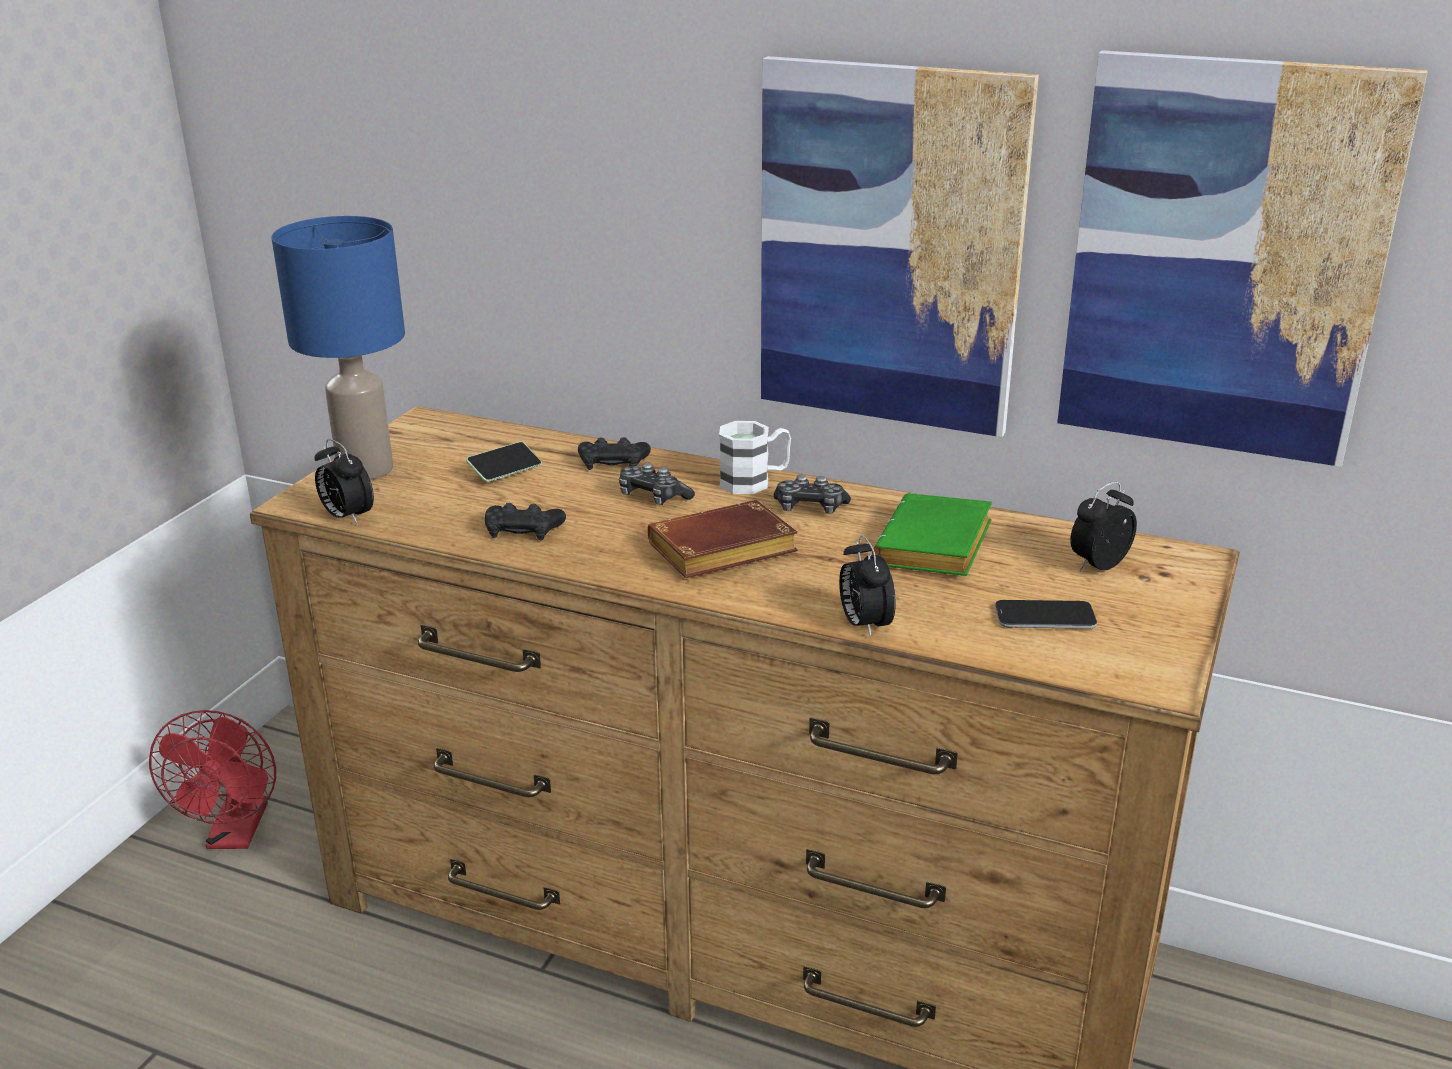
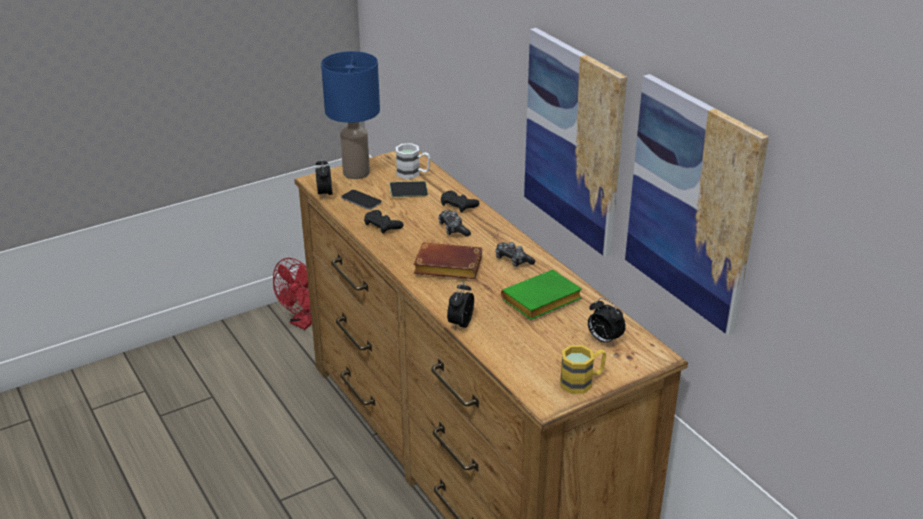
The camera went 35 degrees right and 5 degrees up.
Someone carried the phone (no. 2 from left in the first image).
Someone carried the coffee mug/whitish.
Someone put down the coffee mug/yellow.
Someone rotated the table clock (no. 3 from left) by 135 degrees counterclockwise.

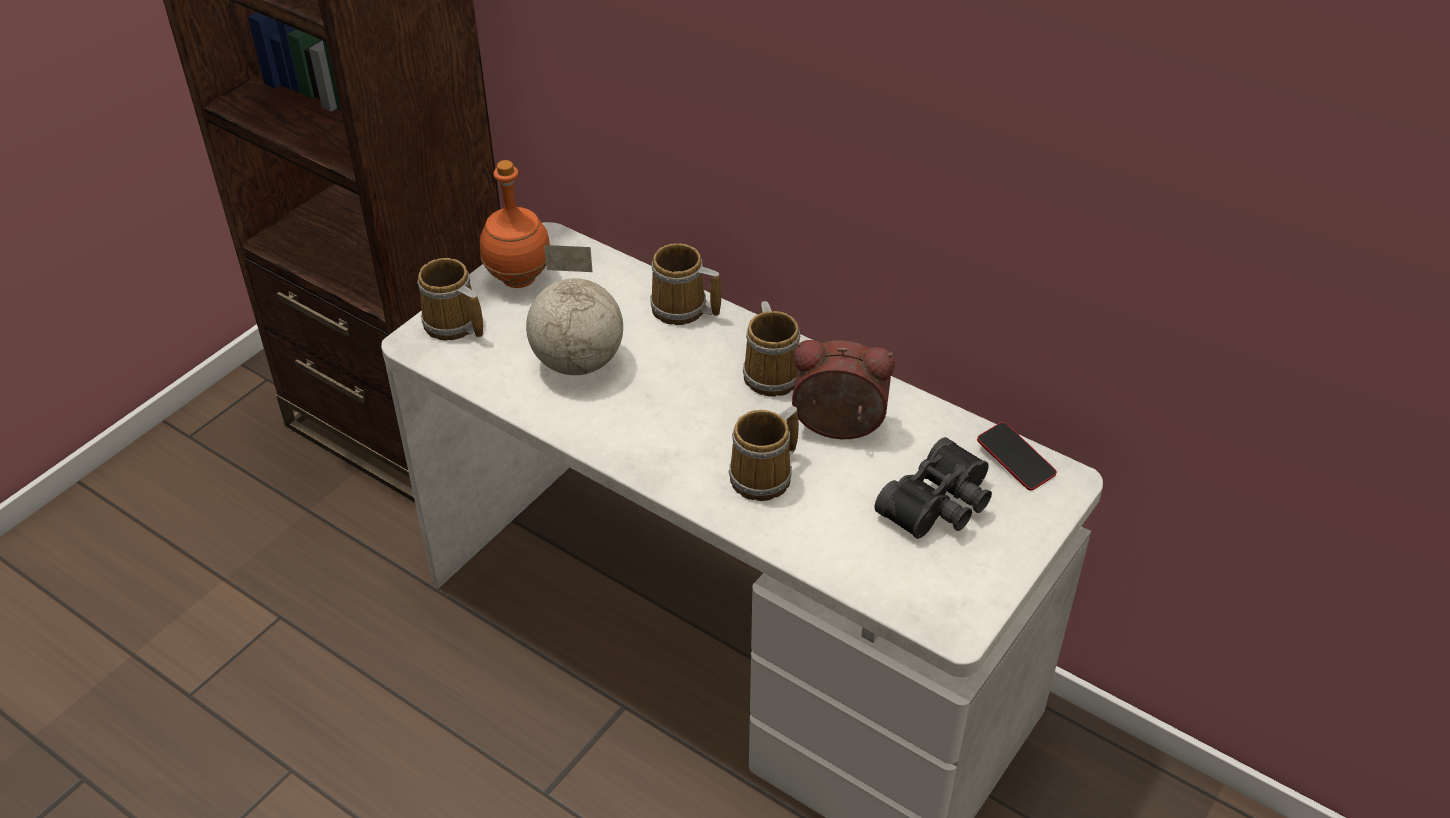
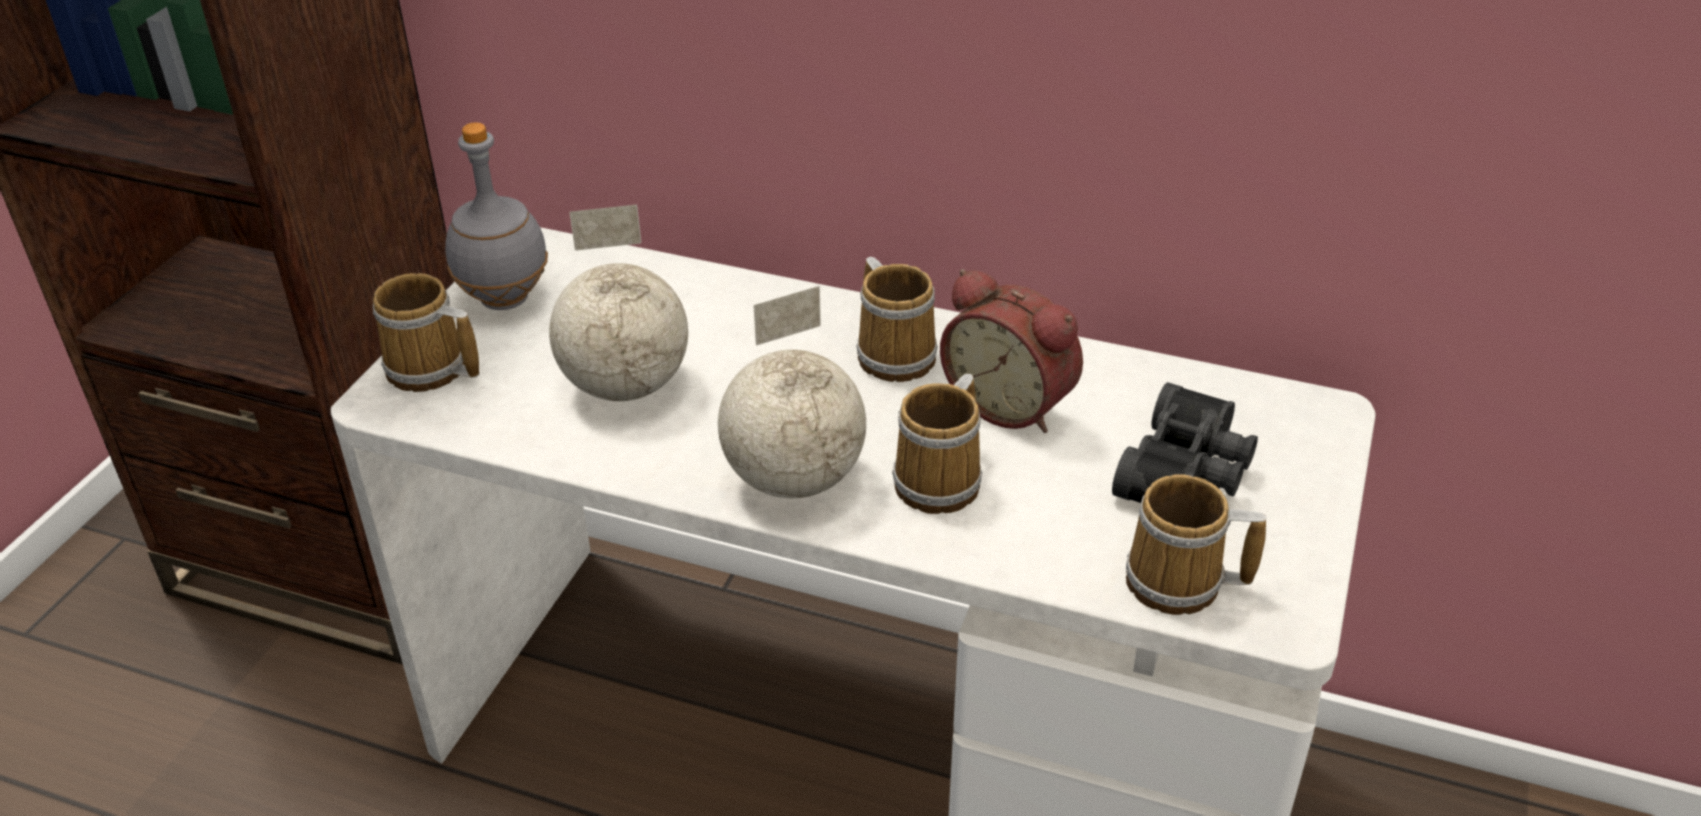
The camera went 15 degrees left and 5 degrees down.
Someone repainted the bottle/orangey, which became the bottle/grey.
Someone put down the desk globe (no. 2 from left).
Someone rotated the table clock by 135 degrees counterclockwise.
Someone carried the coffee mug (no. 2 from left in the first image).
Someone took away the phone.

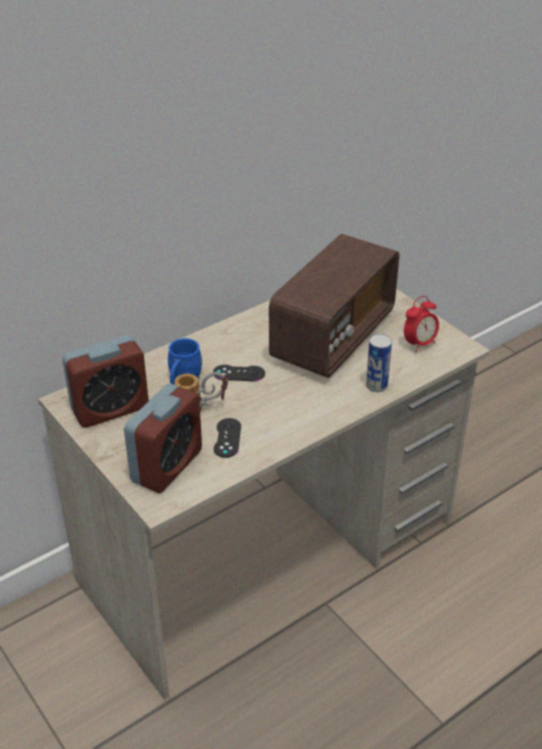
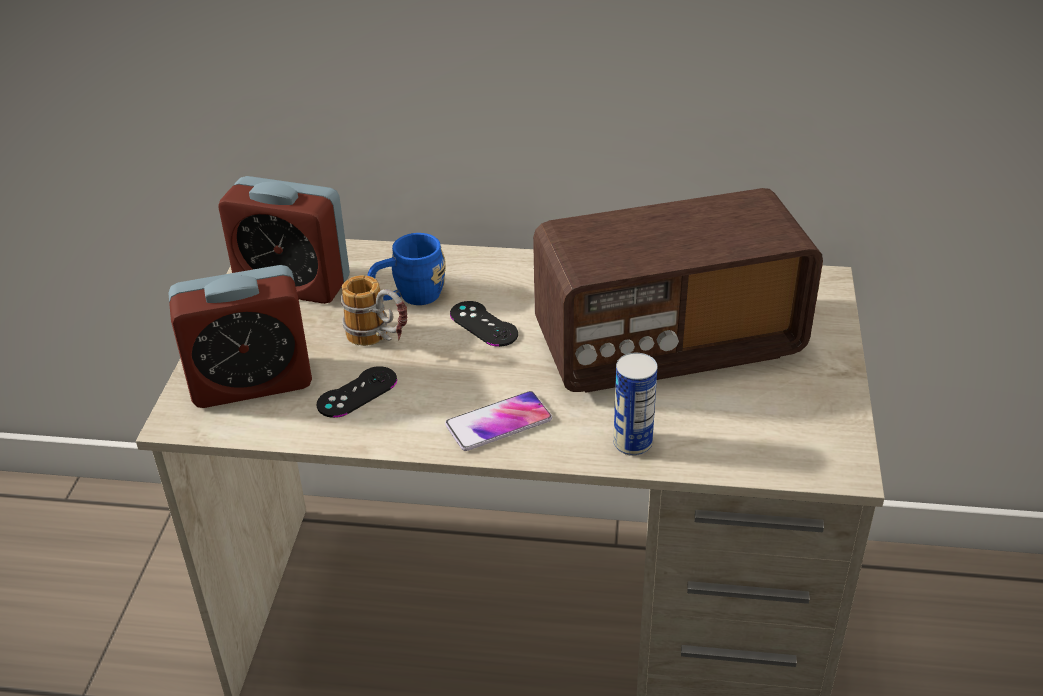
The camera went 45 degrees right and 0 degrees up.
Someone put down the phone.
Someone took away the table clock (no. 3 from left).

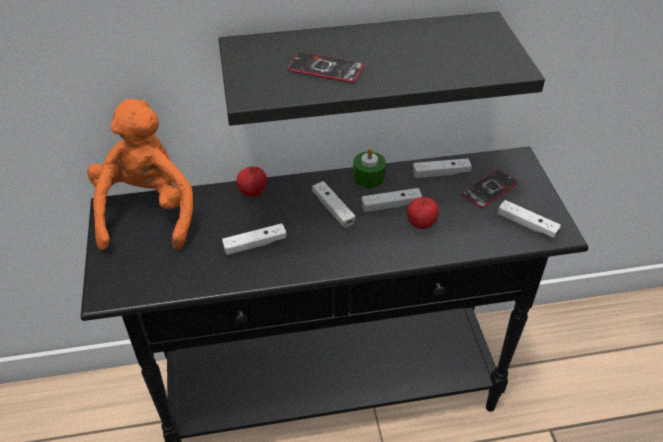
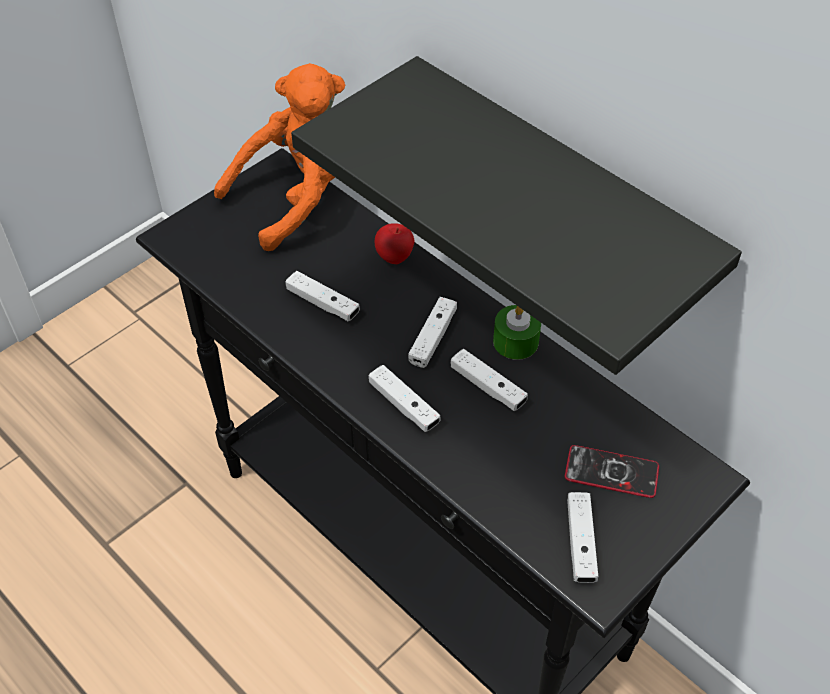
The camera went 55 degrees right and 5 degrees up.
Someone carried the game controller/whitish (no. 4 from left in the first image).
Someone took away the phone (no. 1 from left).
Someone took away the apple fruit (no. 2 from left).

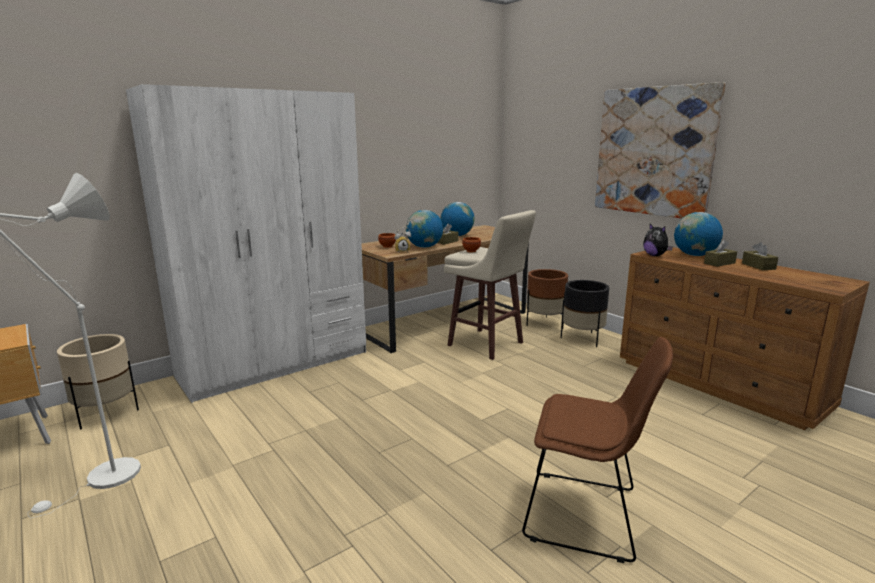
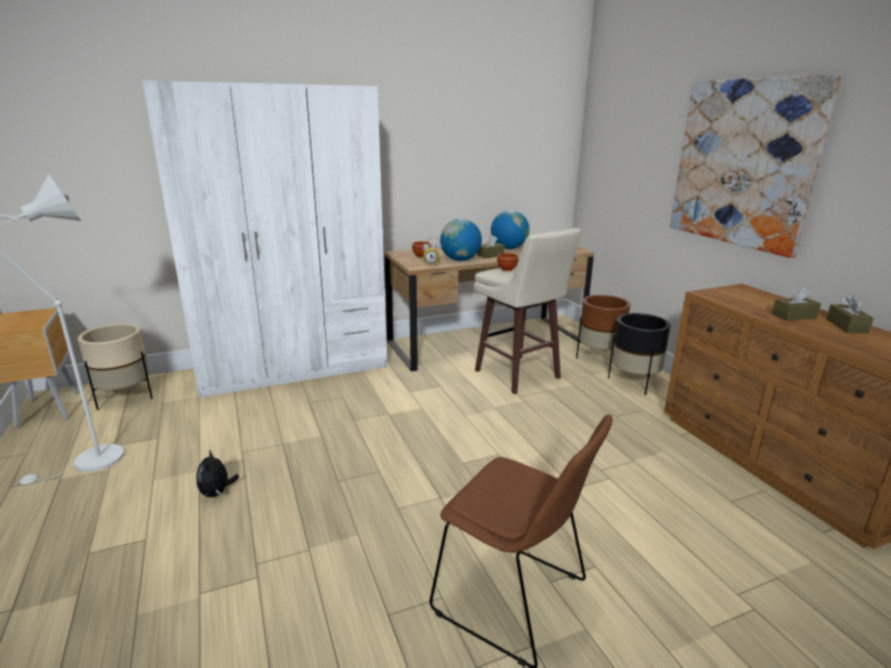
The camera went 15 degrees right and 5 degrees up.
Someone carried the cuddly toy.
Someone took away the desk globe (no. 3 from left).

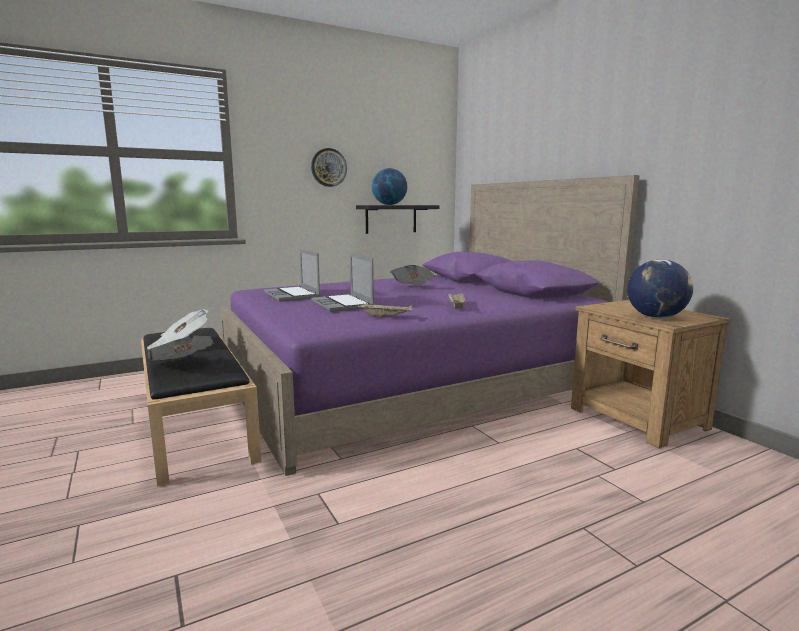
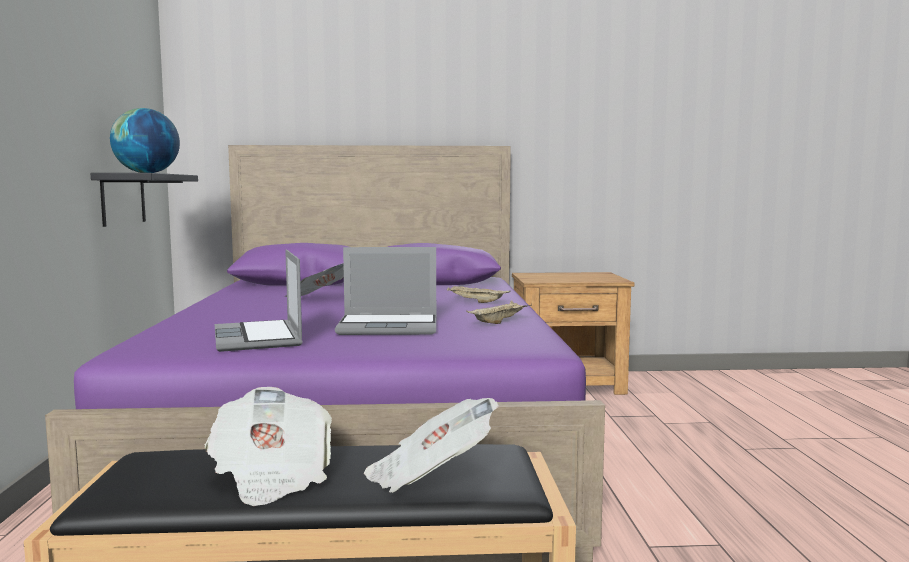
The camera went 65 degrees left and 5 degrees down.
Someone rotated the laptop (no. 1 from left) by 75 degrees clockwise.
Someone took away the wall clock.
Someone took away the desk globe (no. 2 from left).

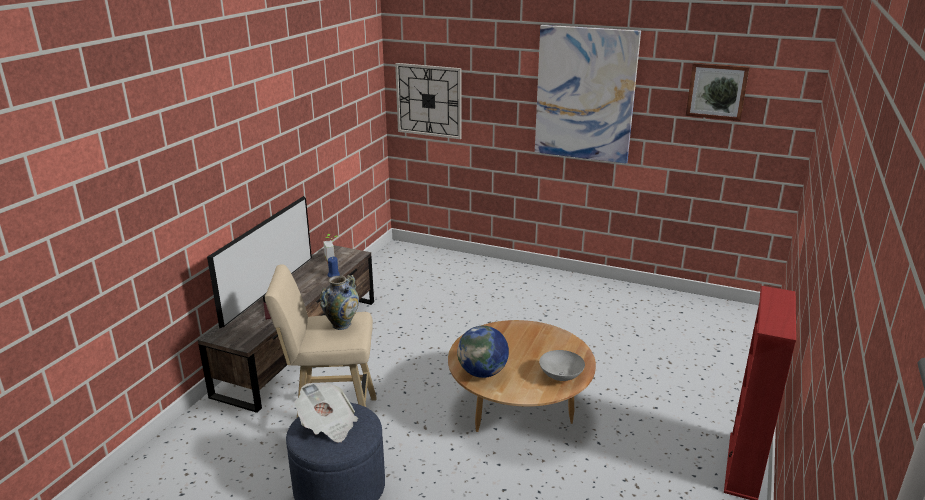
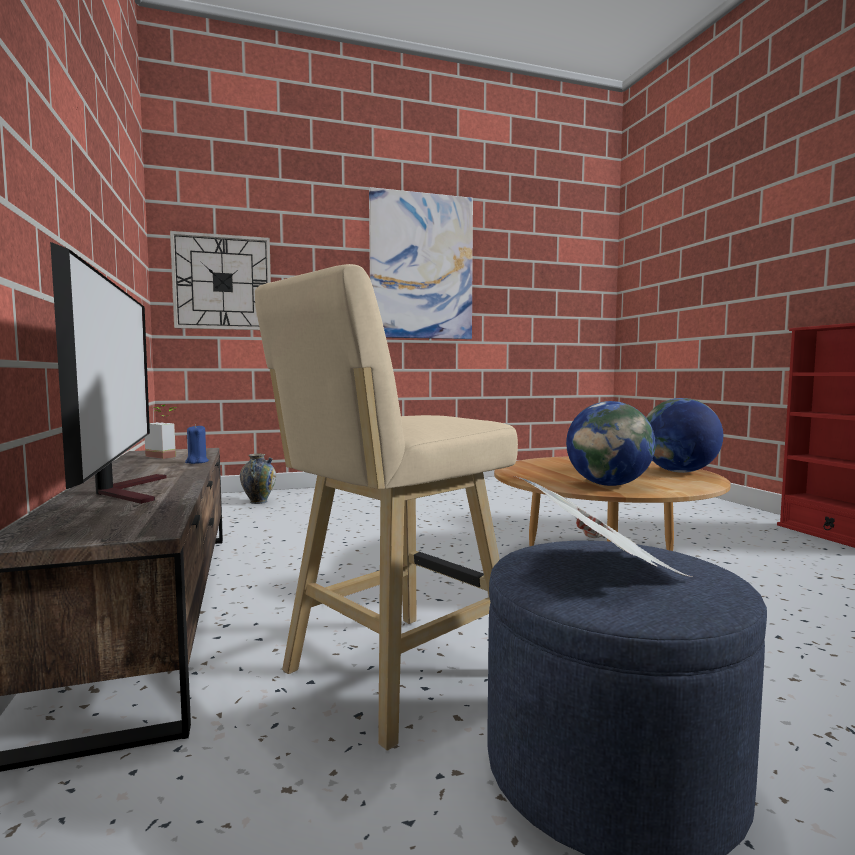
The camera went 40 degrees left and 20 degrees down.
Someone carried the flower vase.
Someone swapped the serving bowl/grey for the desk globe (no. 2 from left).
Someone took away the picture (no. 2 from left).

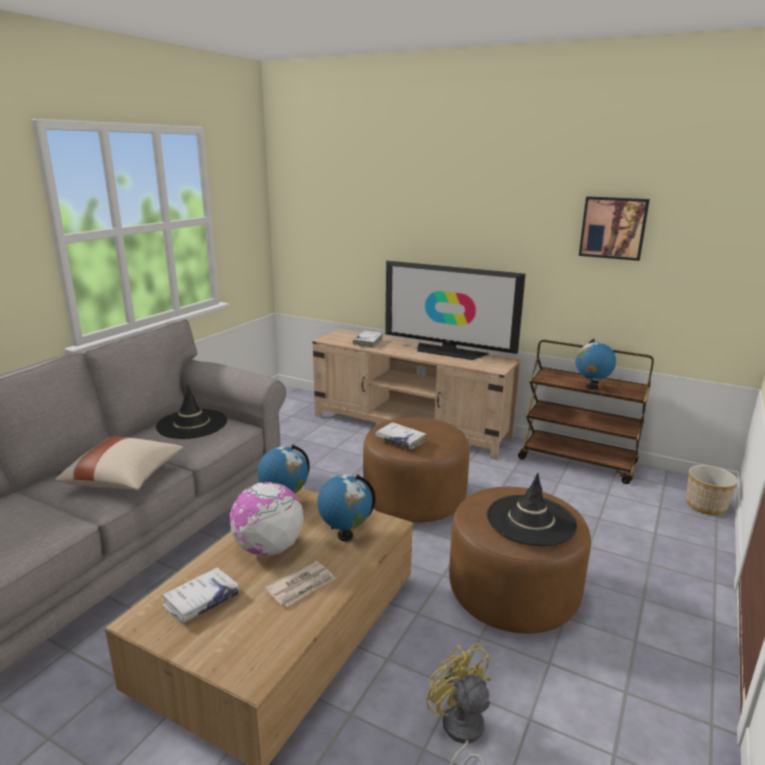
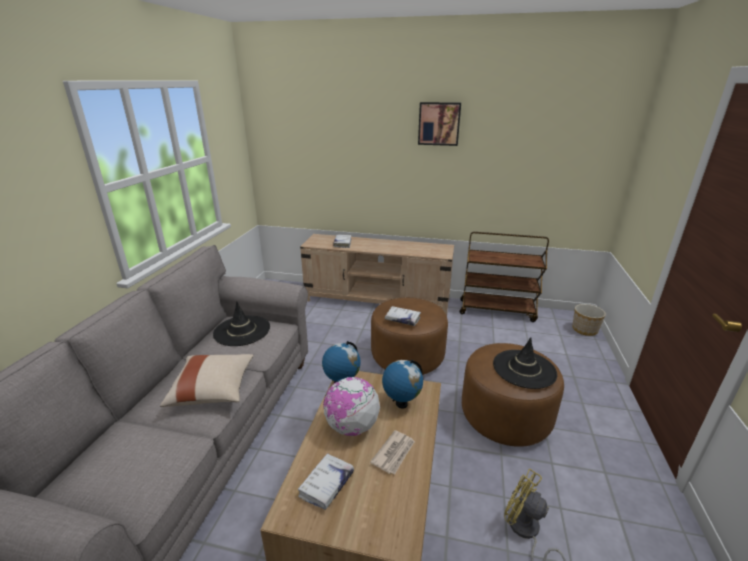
The camera went 15 degrees left and 5 degrees up.
Someone carried the picture.
Someone took away the TV set.
Someone took away the desk globe (no. 4 from left).

